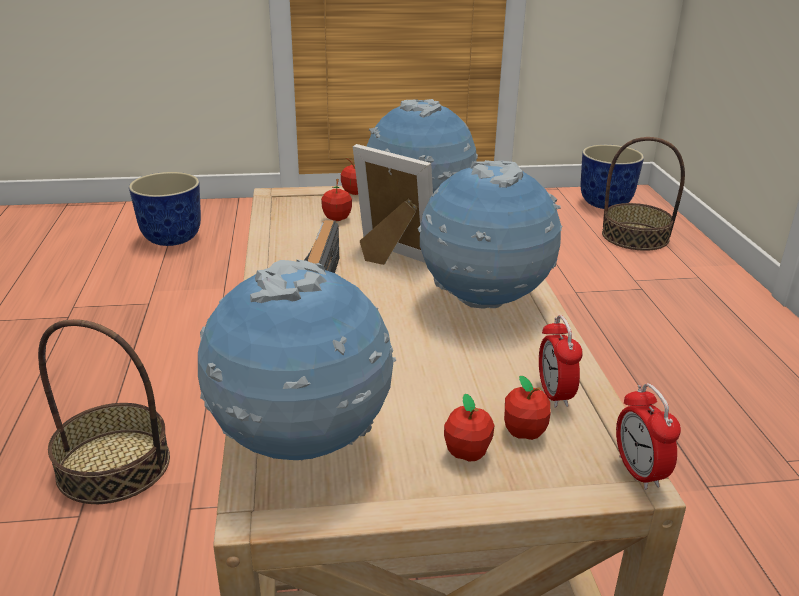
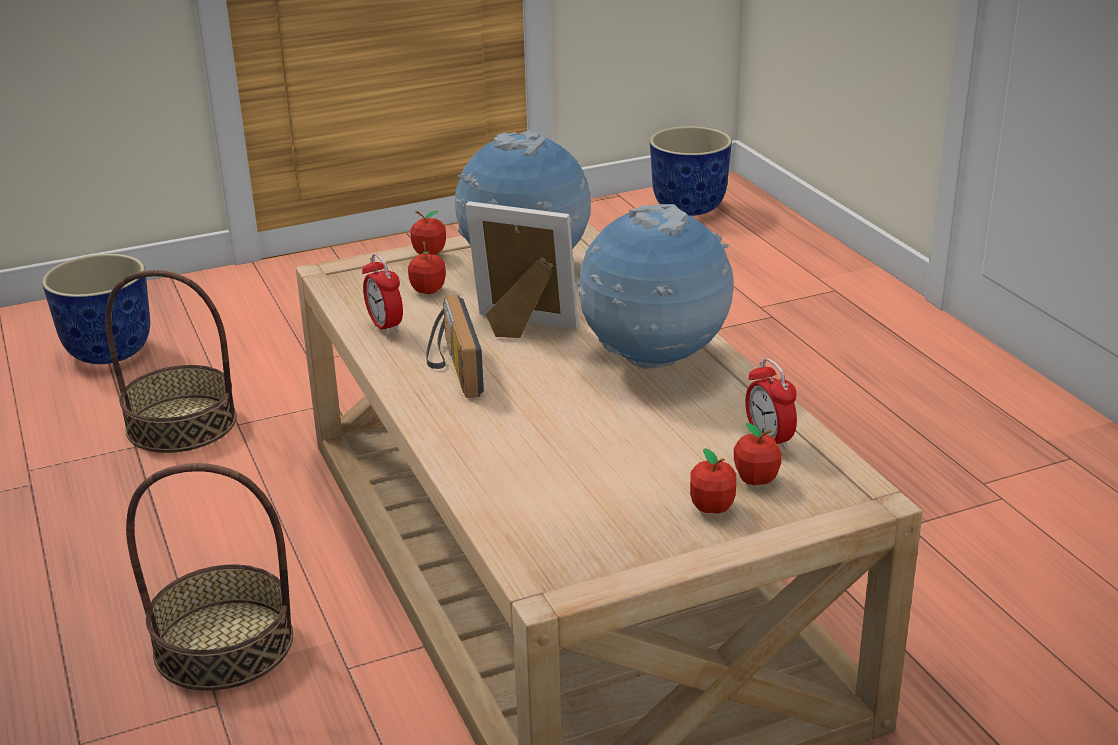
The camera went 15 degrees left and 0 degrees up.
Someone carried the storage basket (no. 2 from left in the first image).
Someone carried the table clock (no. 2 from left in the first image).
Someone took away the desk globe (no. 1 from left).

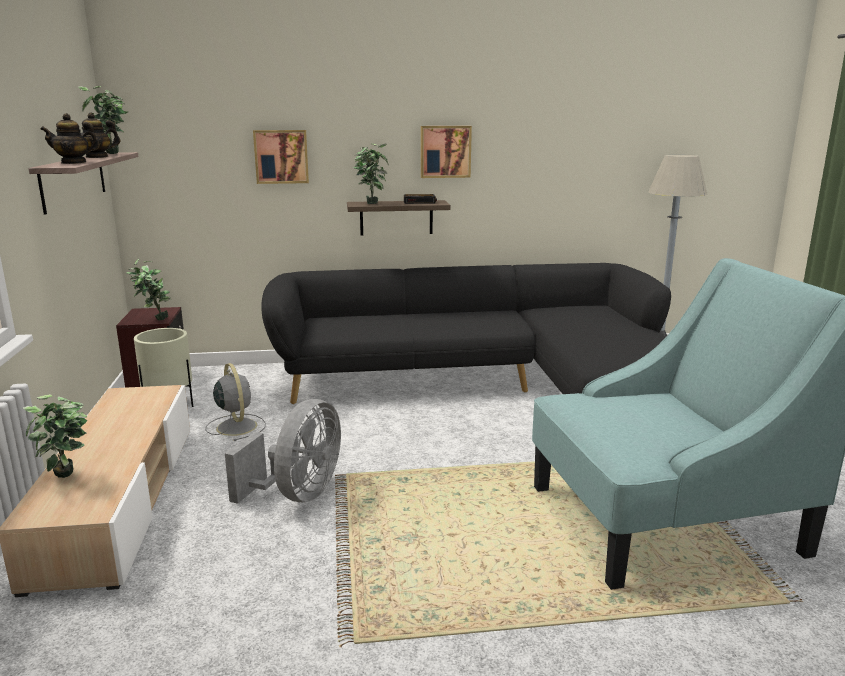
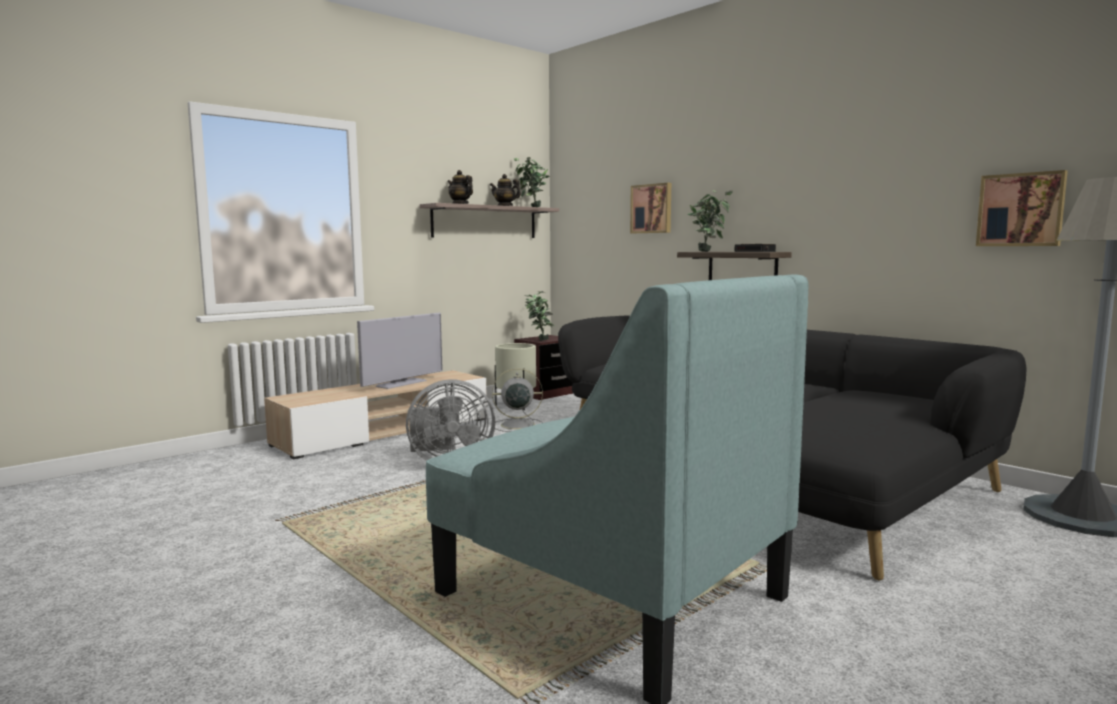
The camera went 55 degrees right and 10 degrees down.
Someone put down the TV set.
Someone rotated the electric fan/grey (no. 1 from left in the first image) by 120 degrees counterclockwise.
Someone carried the picture (no. 2 from left).
Someone took away the houseplant (no. 1 from left).

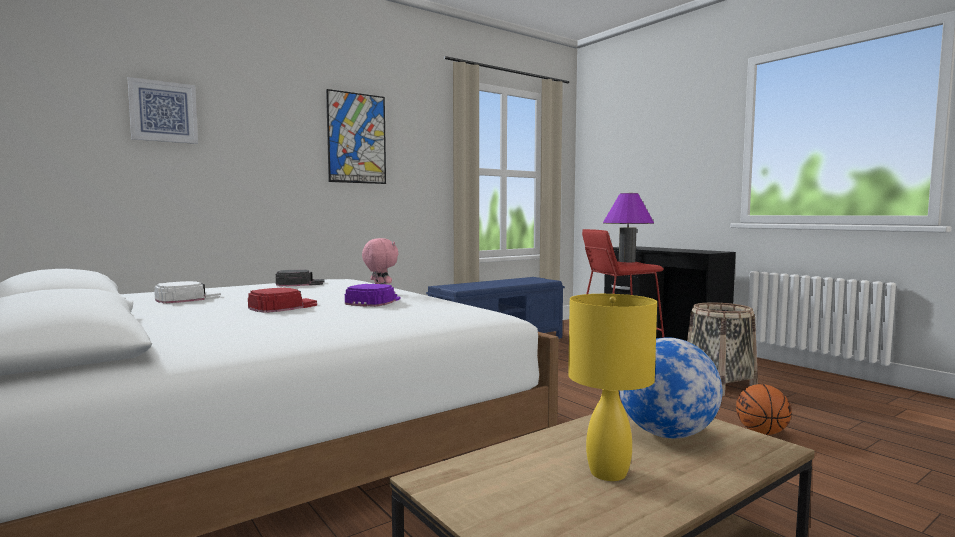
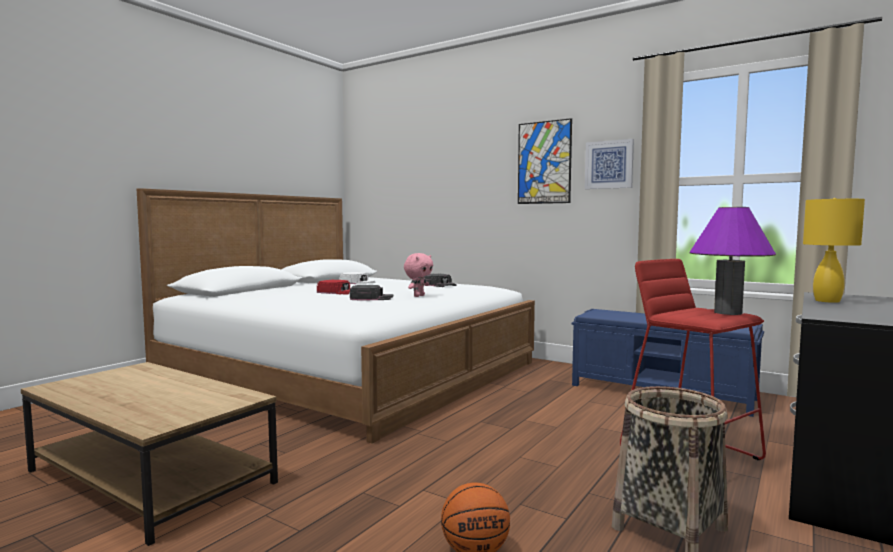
The camera went 70 degrees right and 0 degrees up.
Someone repainted the baseball cap/purple, which became the baseball cap/blackish (no. 1 from left).
Someone carried the picture (no. 1 from left in the first image).
Someone carried the tabletop lamp/yellow.
Someone took away the desk globe.

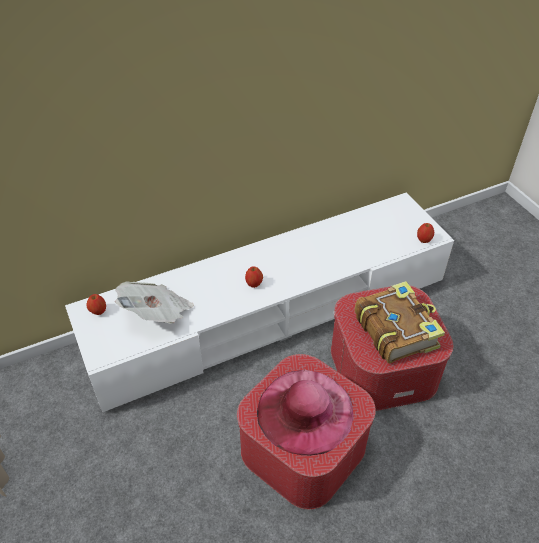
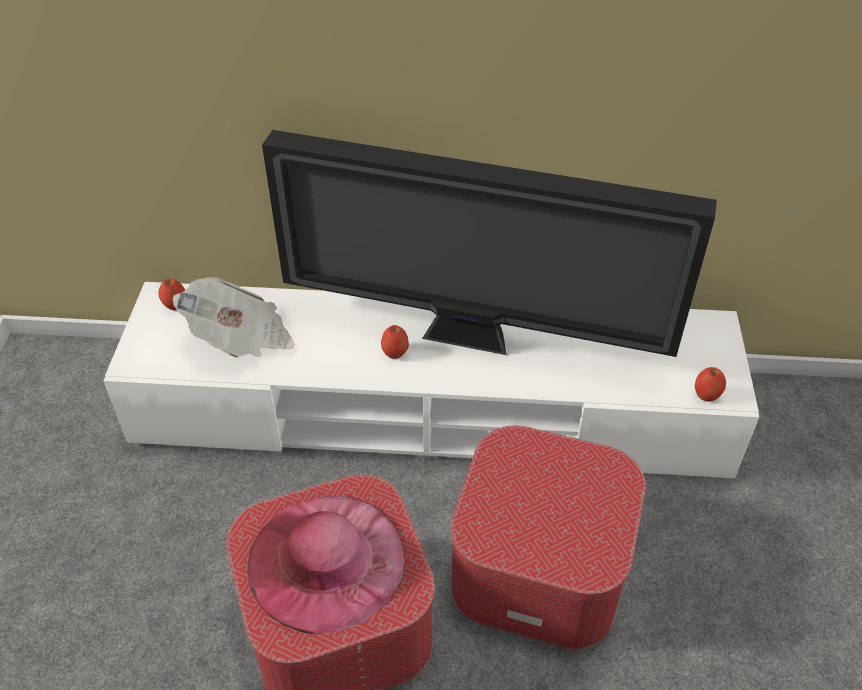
The camera went 30 degrees right and 0 degrees up.
Someone put down the TV set.
Someone took away the volume.

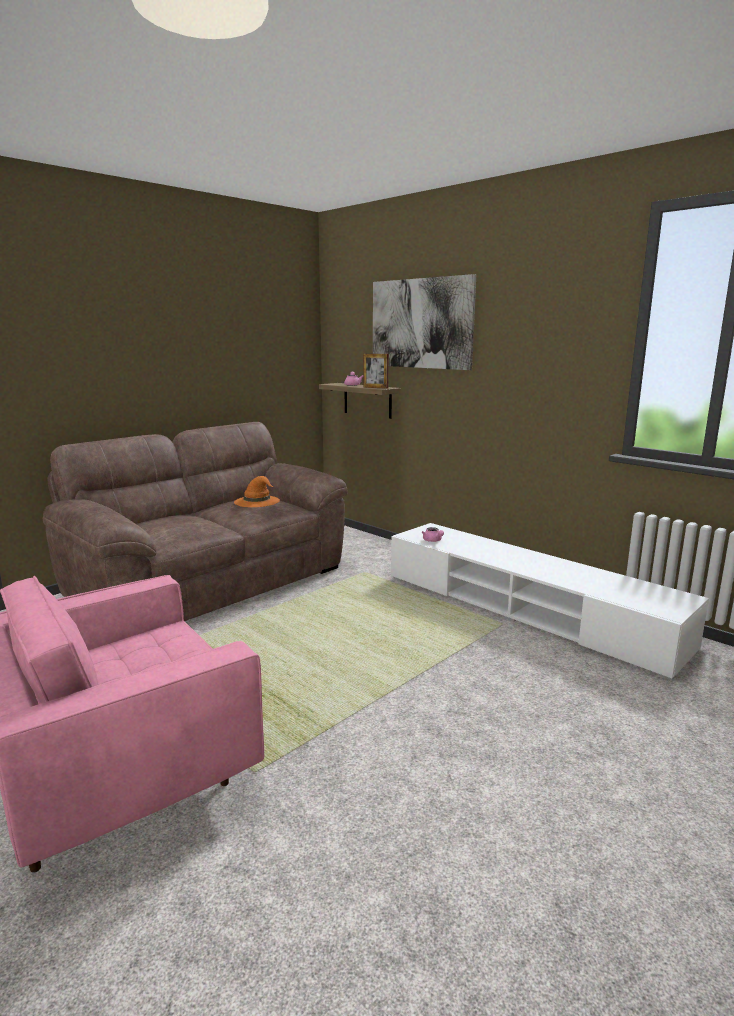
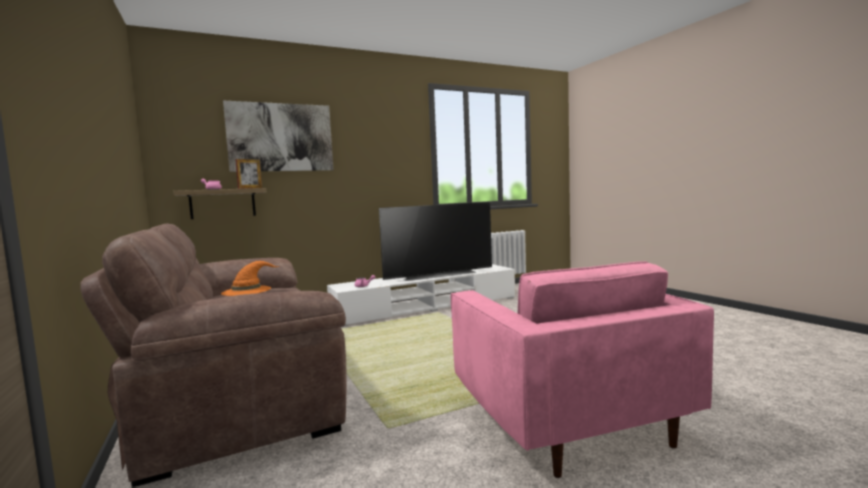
The camera went 70 degrees left and 10 degrees down.
Someone put down the TV set.

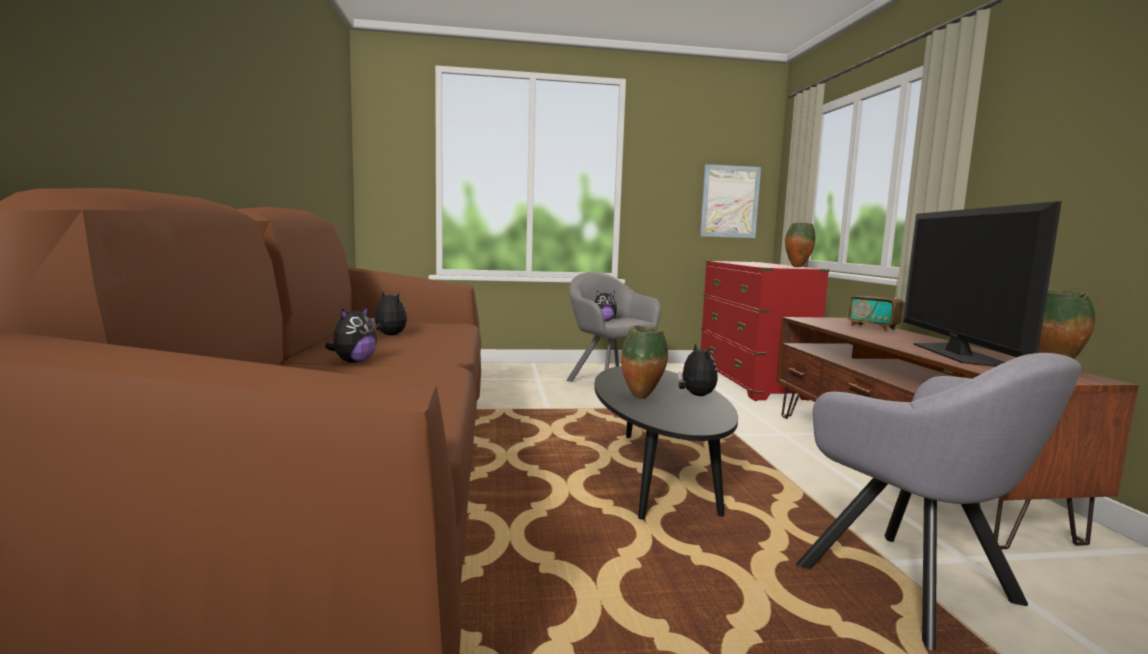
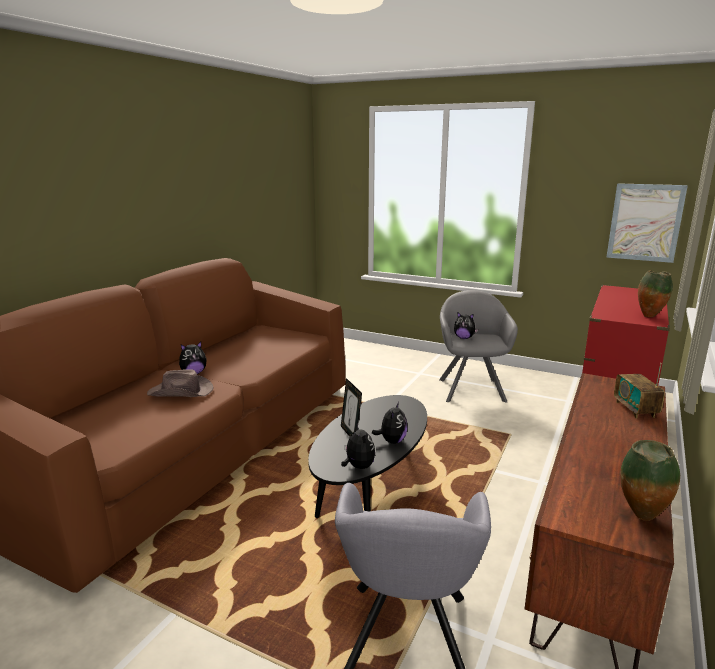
The camera went 35 degrees right and 10 degrees up.
Someone put down the wearable hat/brown-coloured.
Someone swapped the flower vase (no. 1 from left) for the photo frame.
Someone carried the cuddly toy (no. 2 from left).
Someone took away the TV set.

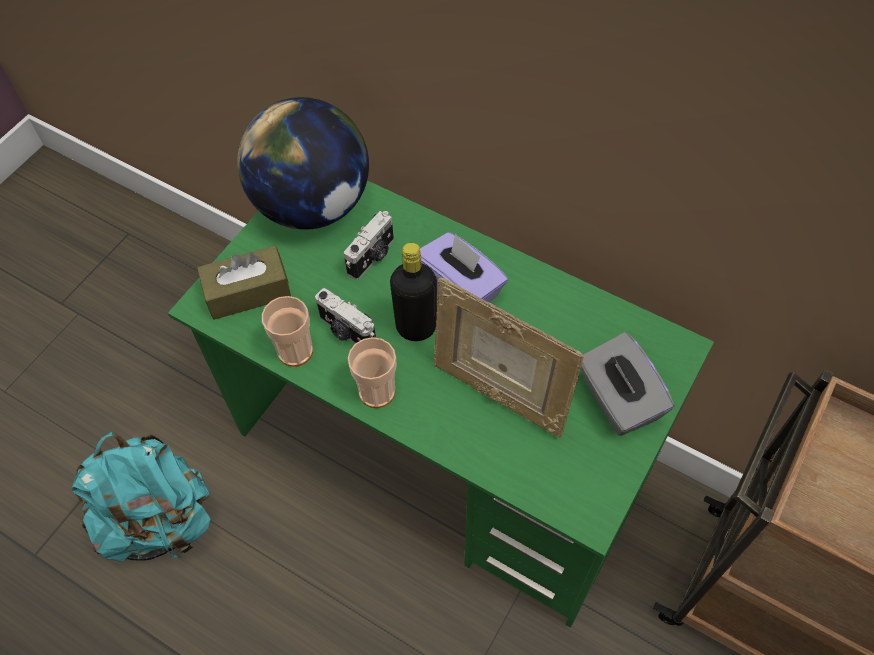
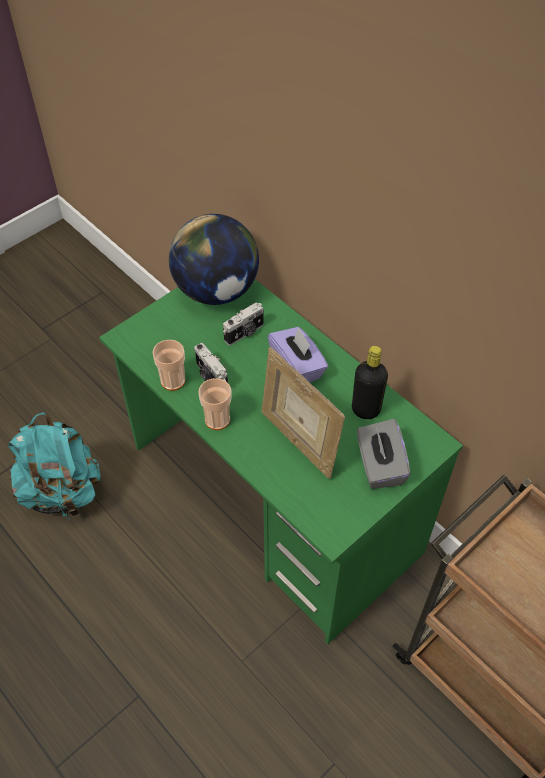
The camera went 15 degrees right and 5 degrees down.
Someone carried the bottle/blackish.
Someone took away the box of tissues/brown-coloured.

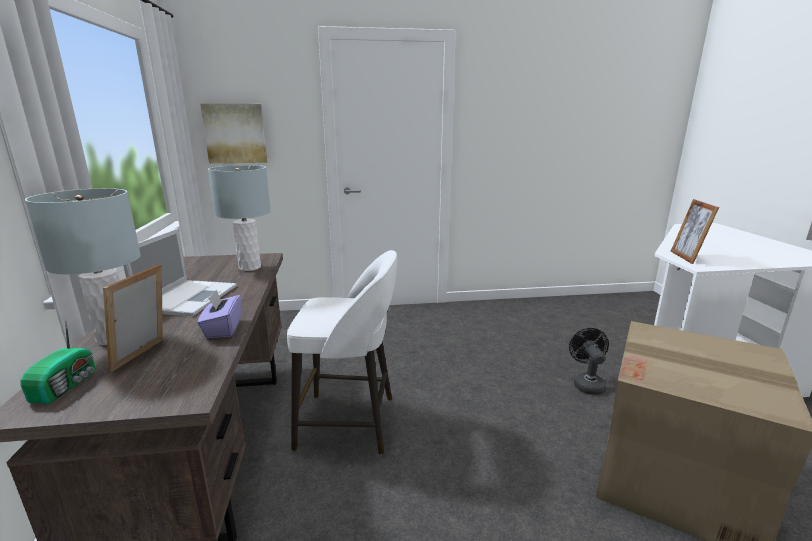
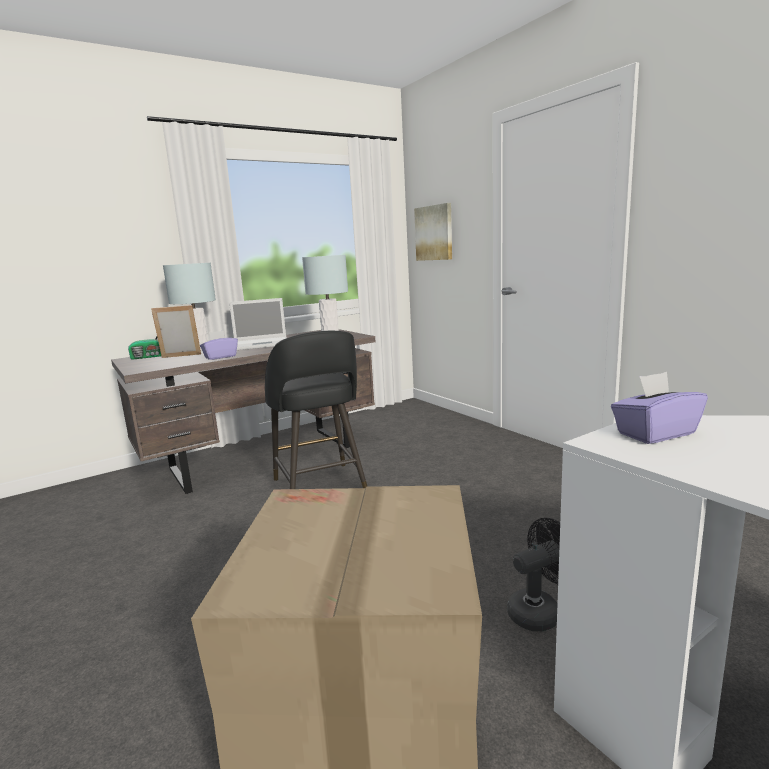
The camera went 65 degrees right and 5 degrees down.
Someone repainted the stool seat/whitish, which became the stool seat/blackish.
Someone swapped the photo frame (no. 2 from left) for the box of tissues/purple (no. 2 from left).

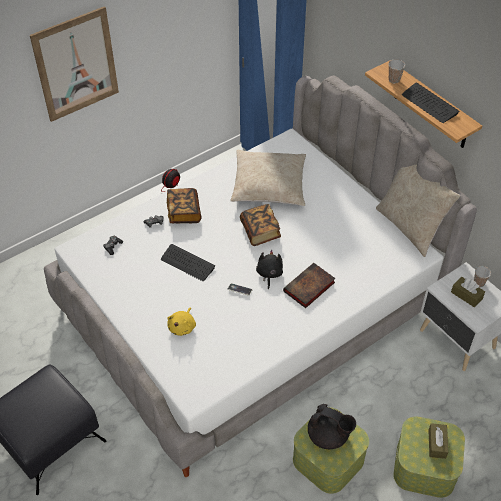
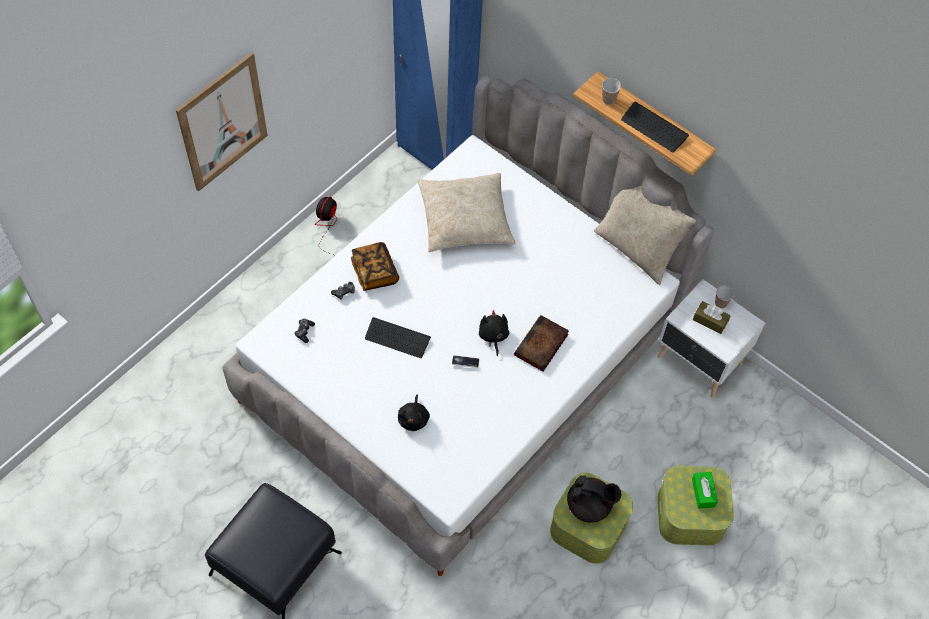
The camera went 15 degrees left and 10 degrees up.
Someone repainted the cuddly toy/yellow, which became the cuddly toy/blackish (no. 1 from left).
Someone repainted the box of tissues/brown-coloured (no. 1 from left), which became the box of tissues/green-coloured.
Someone took away the volume (no. 2 from left).

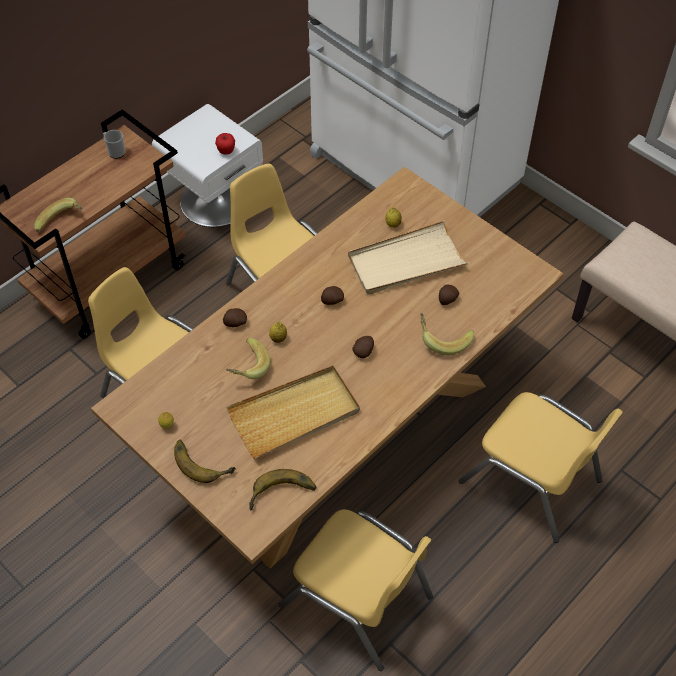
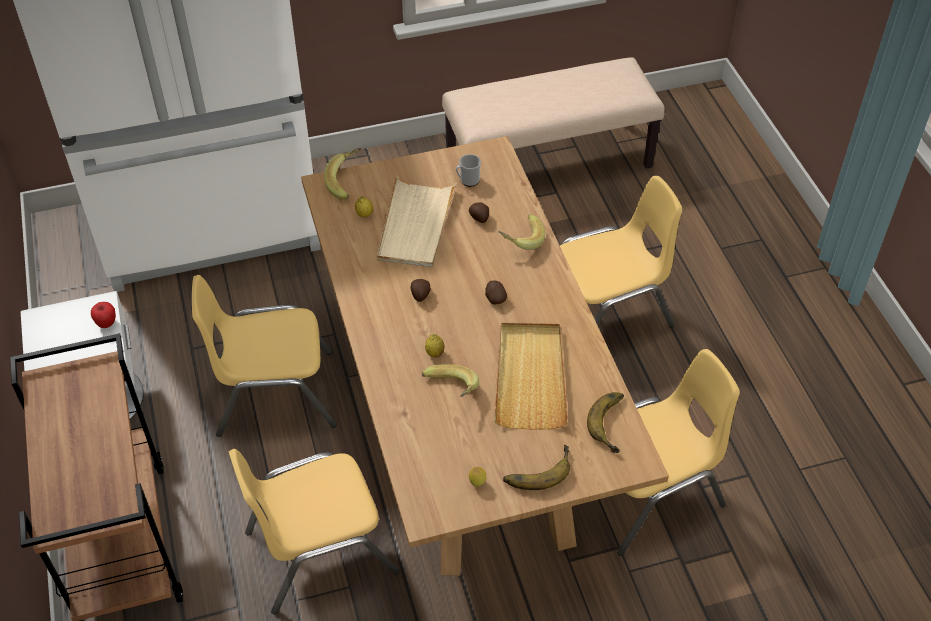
The camera went 60 degrees left and 5 degrees down.
Someone carried the banana fruit (no. 1 from left).
Someone carried the coffee mug.
Someone took away the spud (no. 1 from left).

